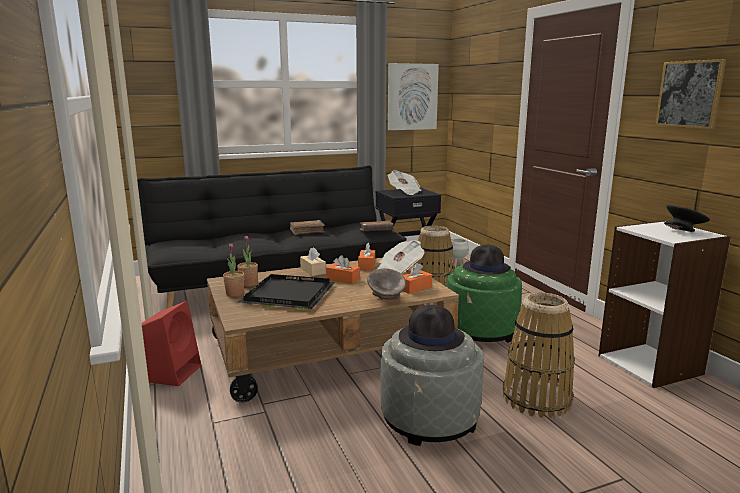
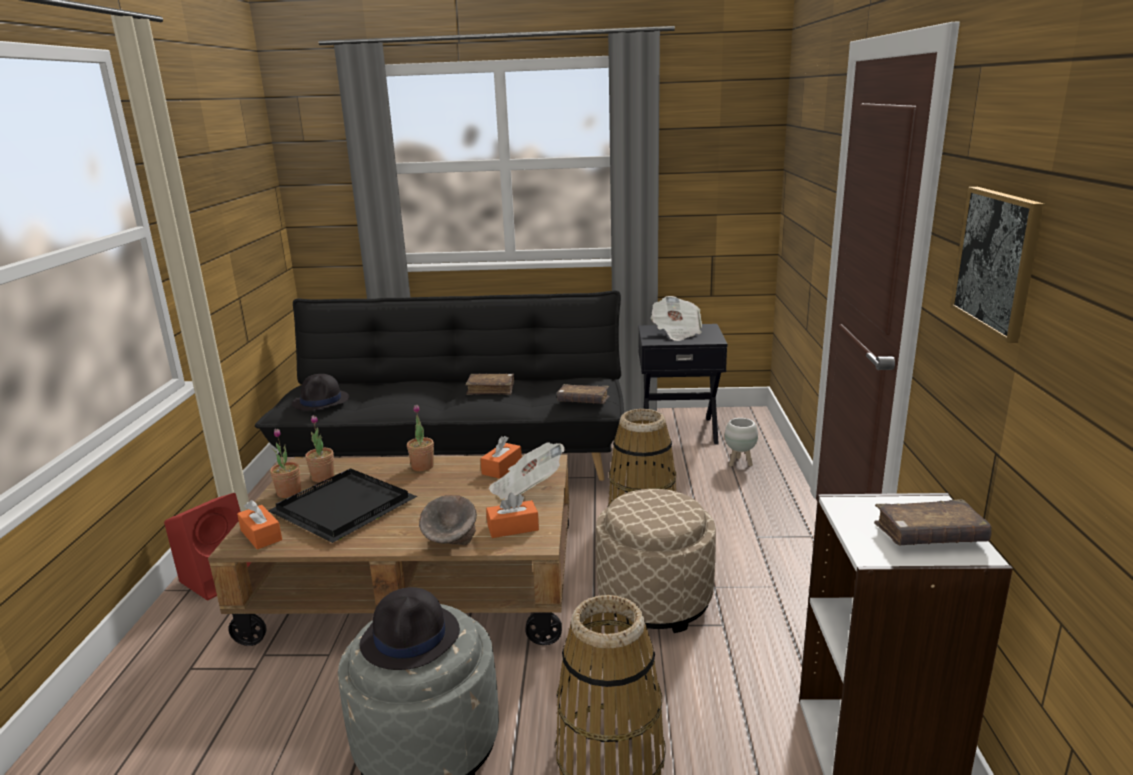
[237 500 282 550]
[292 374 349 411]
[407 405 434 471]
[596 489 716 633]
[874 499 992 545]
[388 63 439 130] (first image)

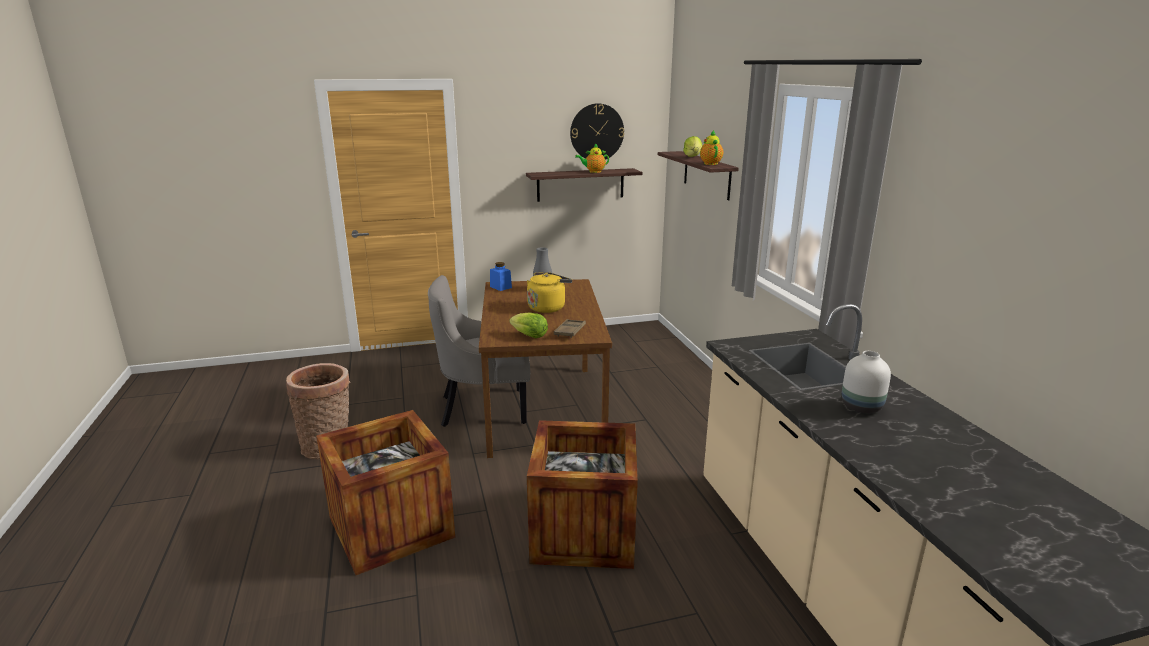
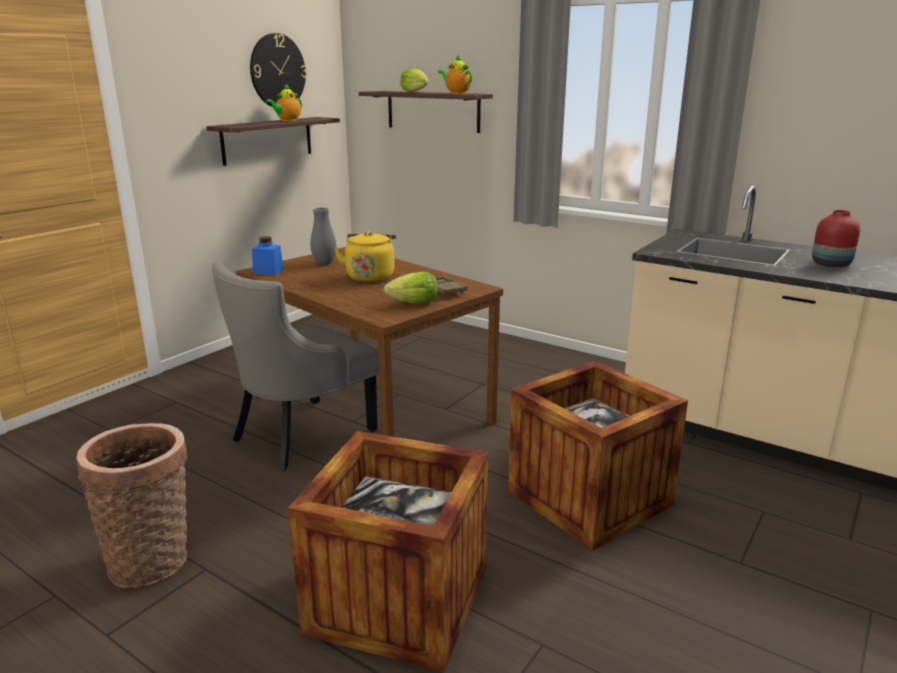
[812 210 860 267]

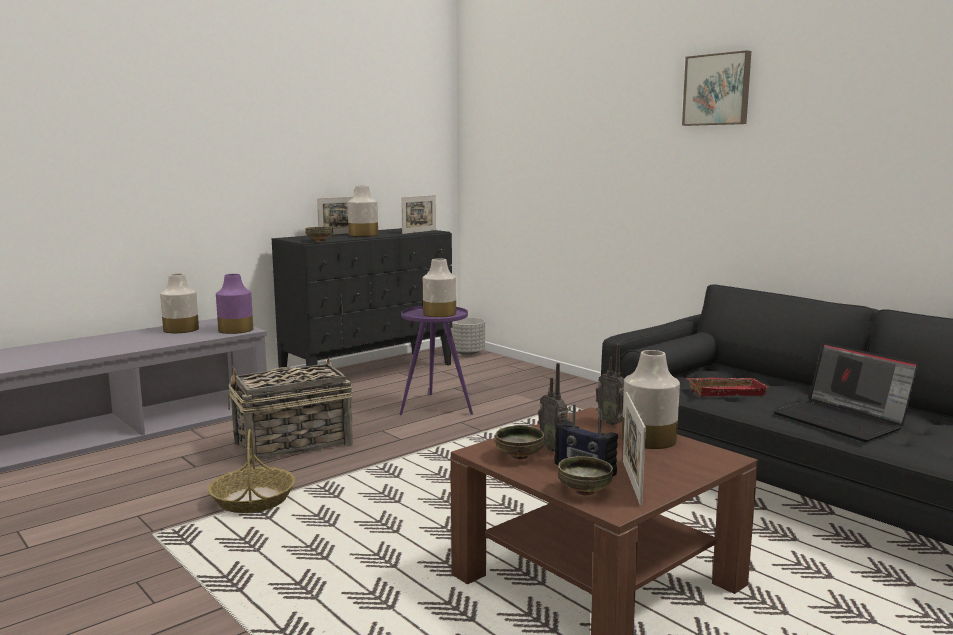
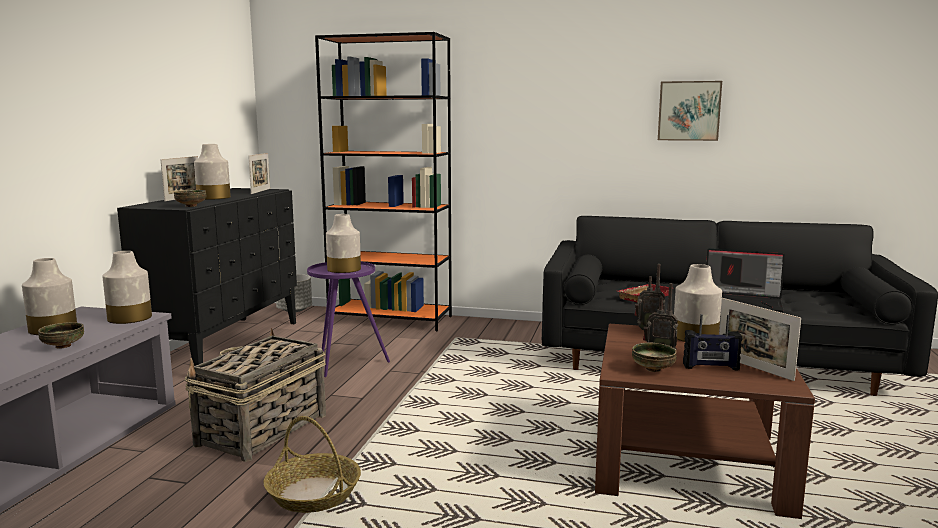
[38 322 84 349]
[102 251 152 324]
[315 32 452 331]
[658 81 722 141]

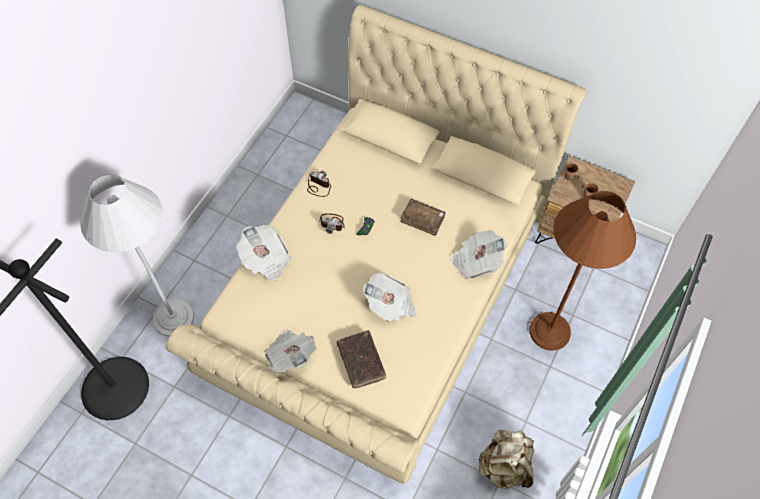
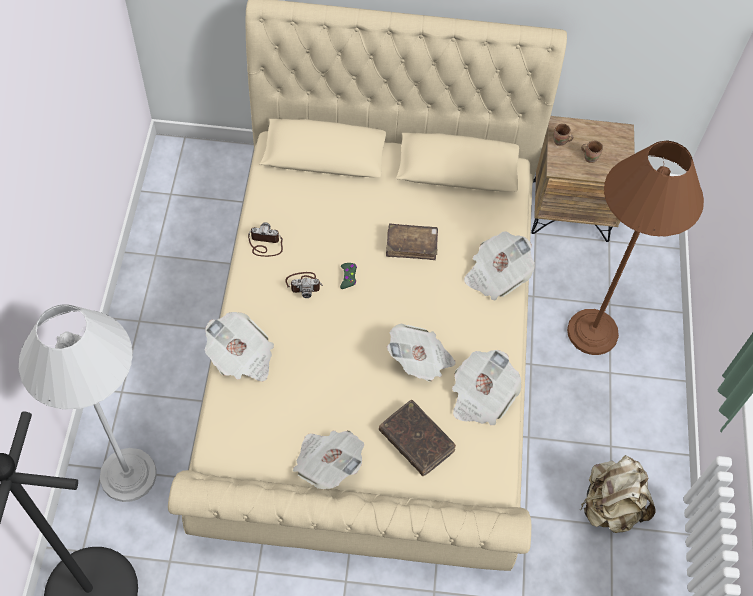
[452 350 522 425]

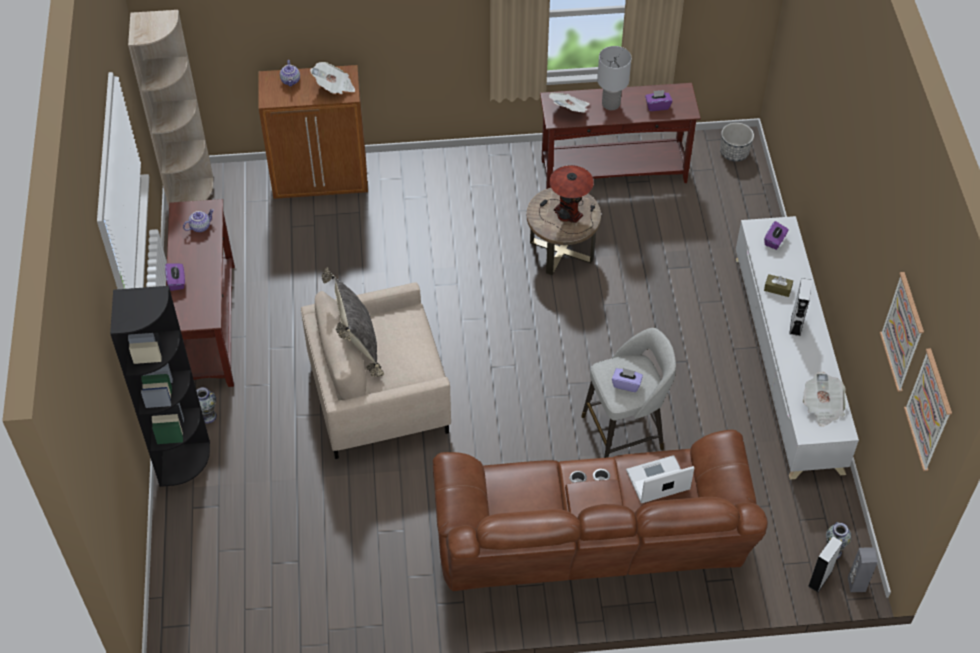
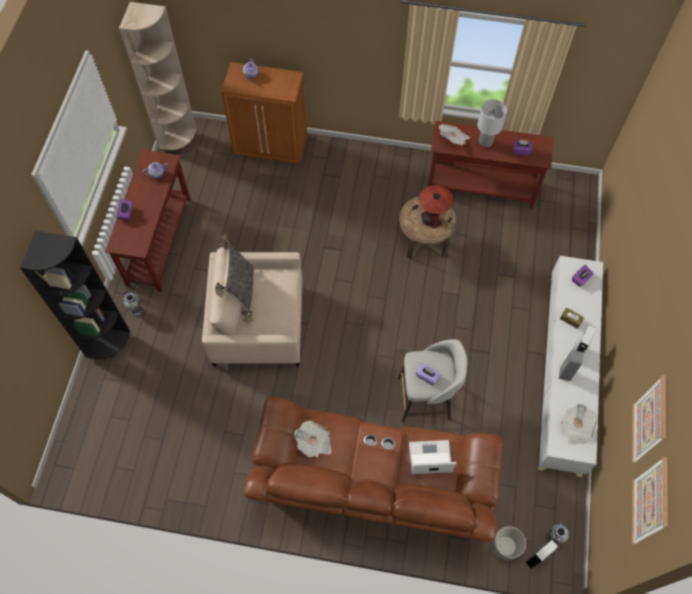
[294 421 331 457]
[493 526 526 560]
[559 350 584 381]

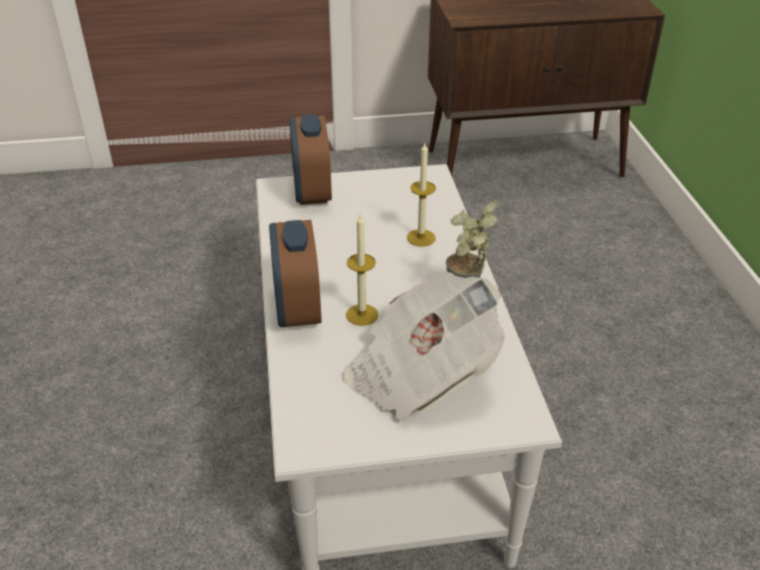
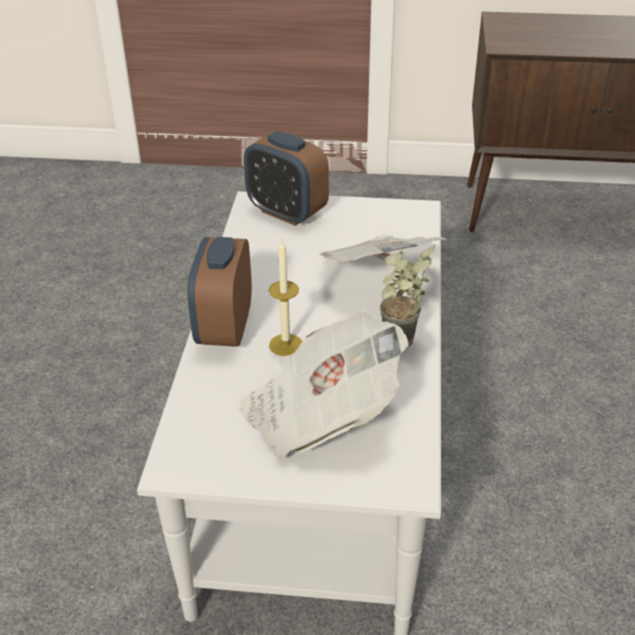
[244 131 329 226]
[320 235 446 261]

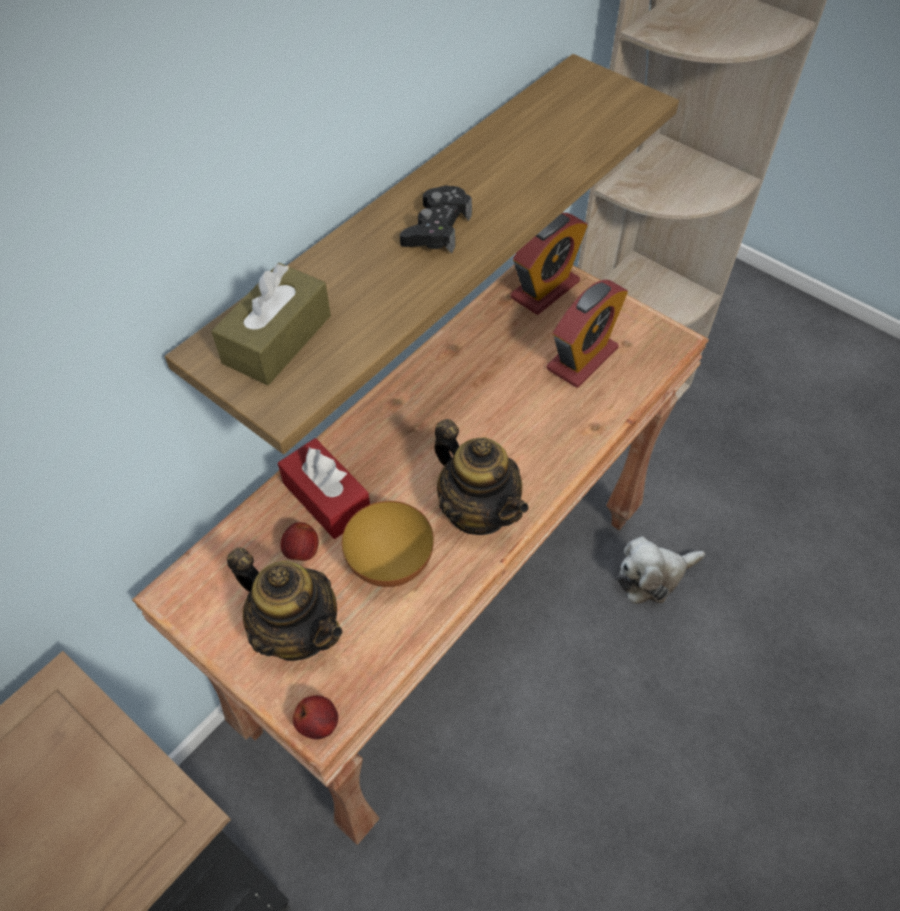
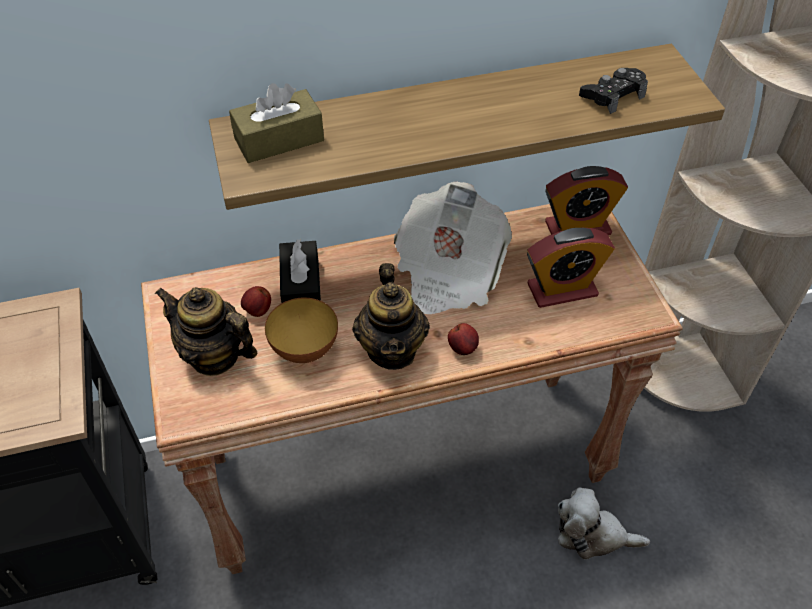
[155 287 258 376]
[279 239 321 303]
[394 182 512 314]
[448 323 479 355]
[579 68 648 114]

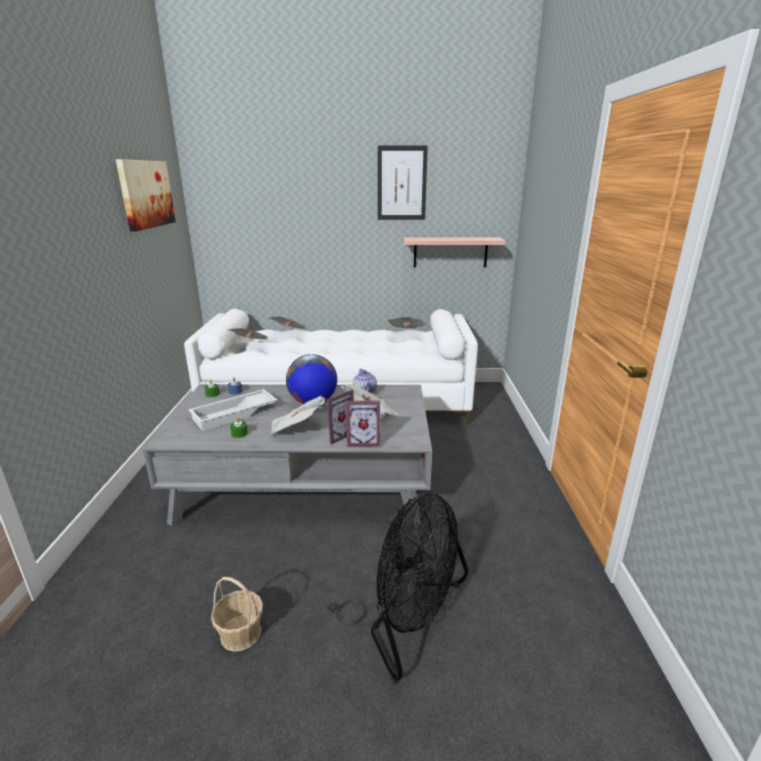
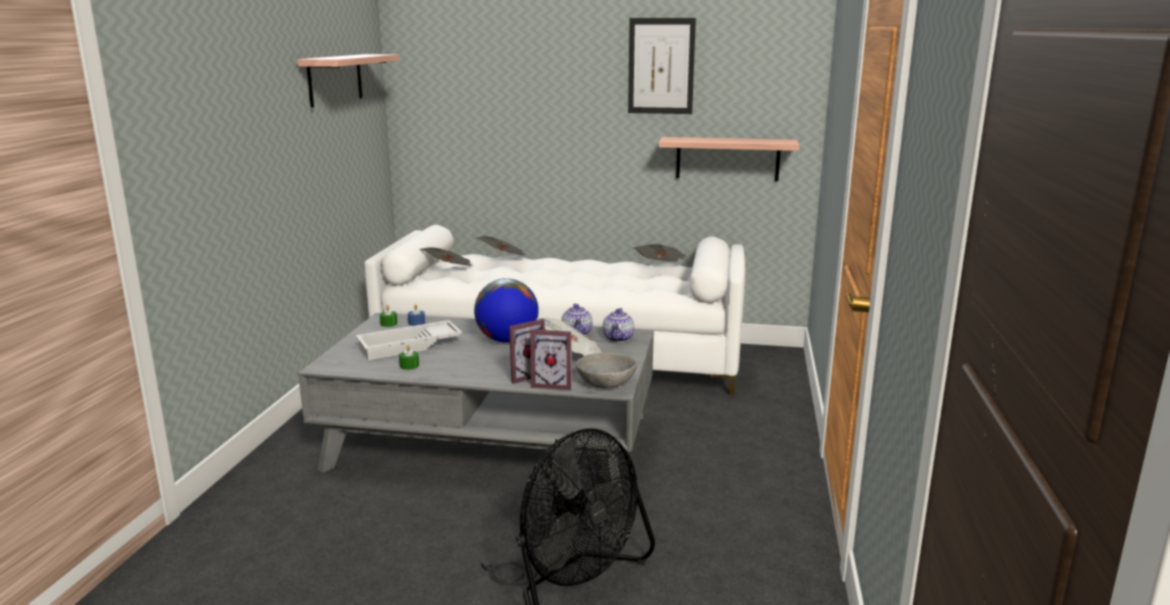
[297 54 399 108]
[576 353 638 389]
[602 308 634 342]
[211 577 263 652] (first image)
[270 396 325 434] (first image)

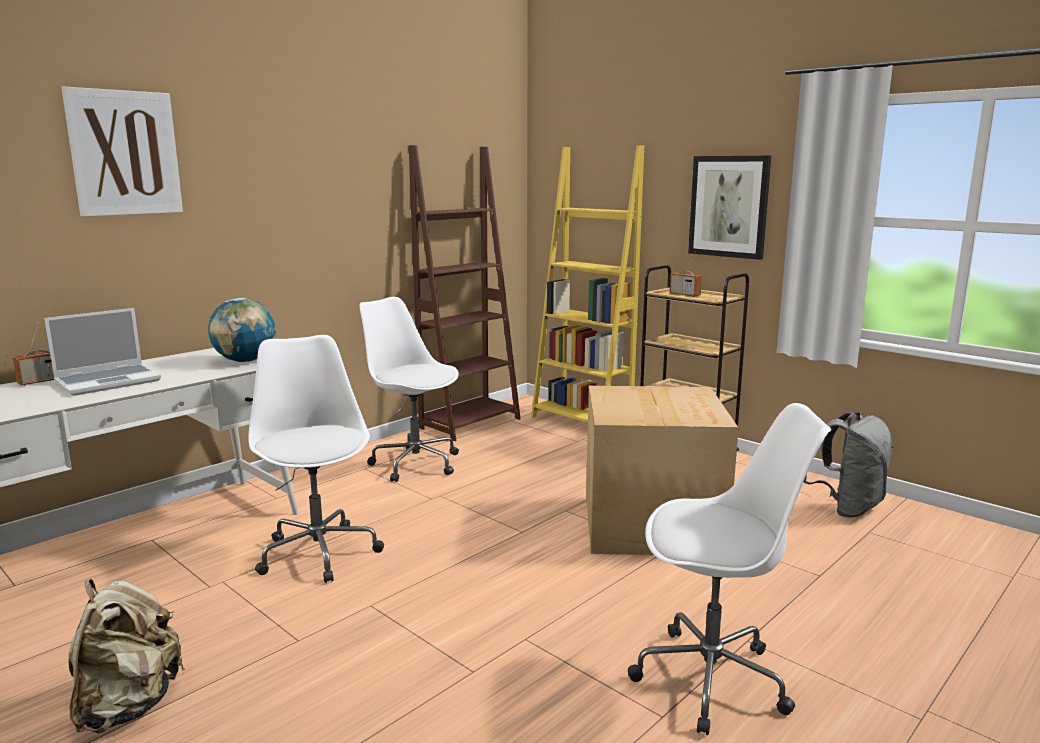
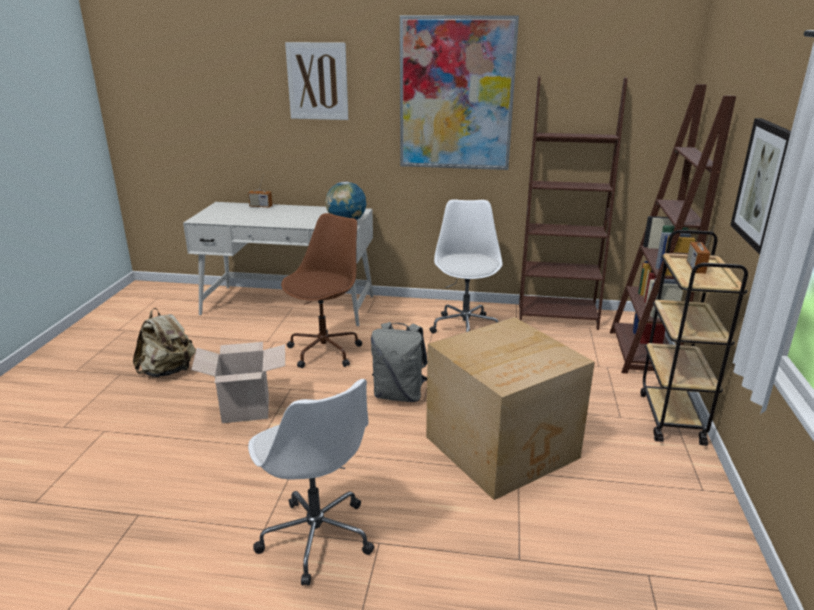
[191 342 285 423]
[281 213 362 368]
[371 322 427 402]
[400 15 519 170]
[610 84 736 374]
[44 308 161 396] (first image)

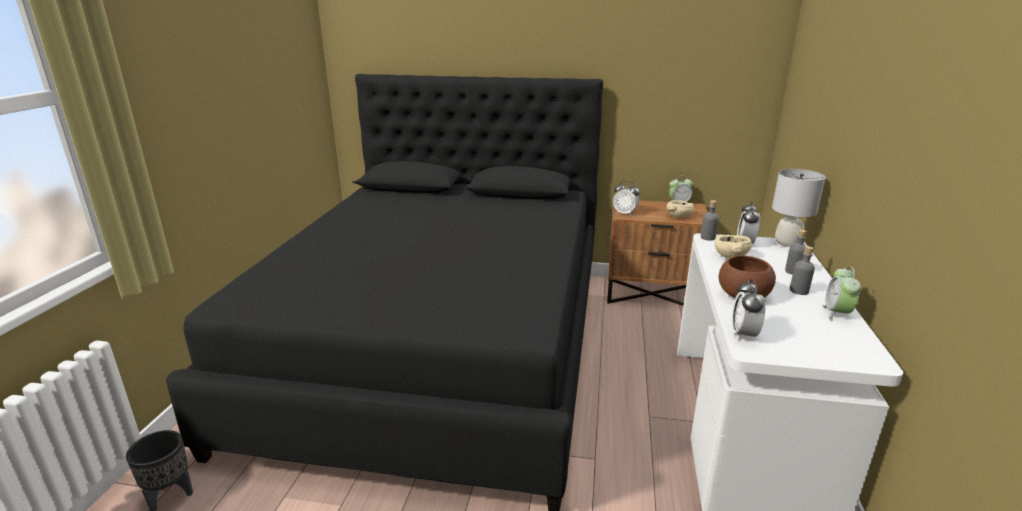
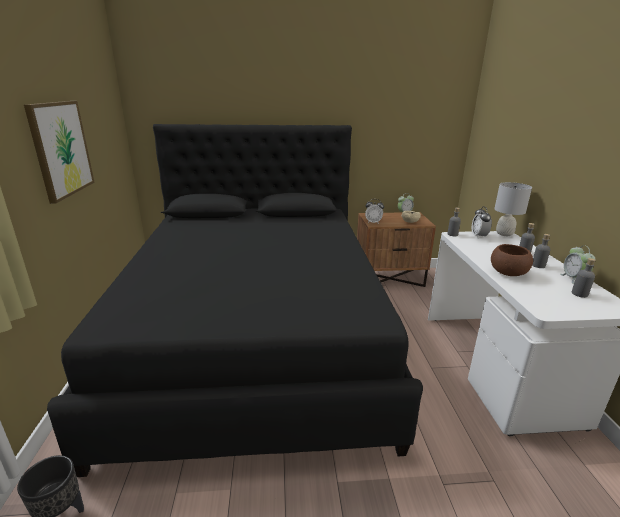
[24 101 95 204]
[572 258 595 298]
[715 235 752 258] (first image)
[731 279 765 341] (first image)

